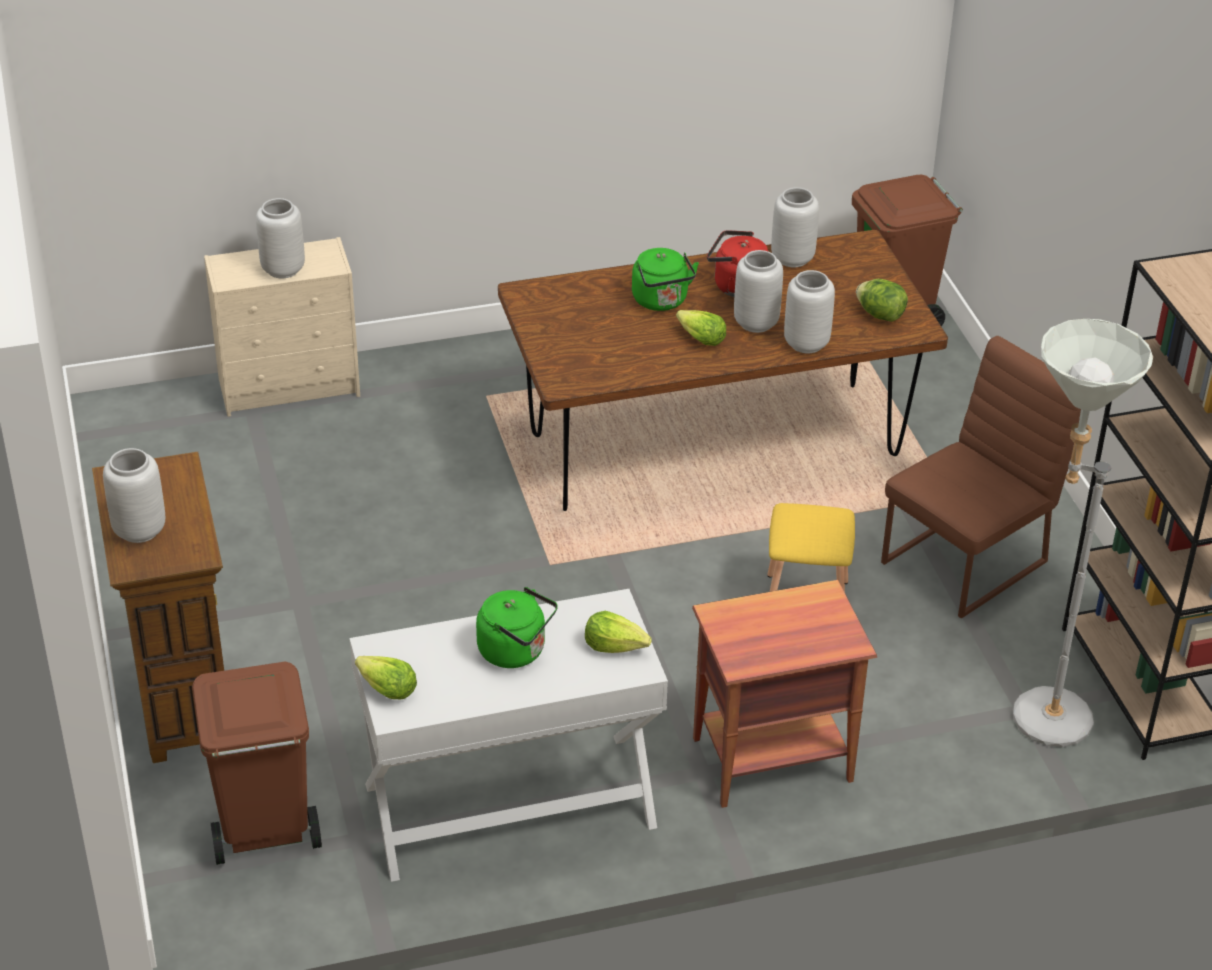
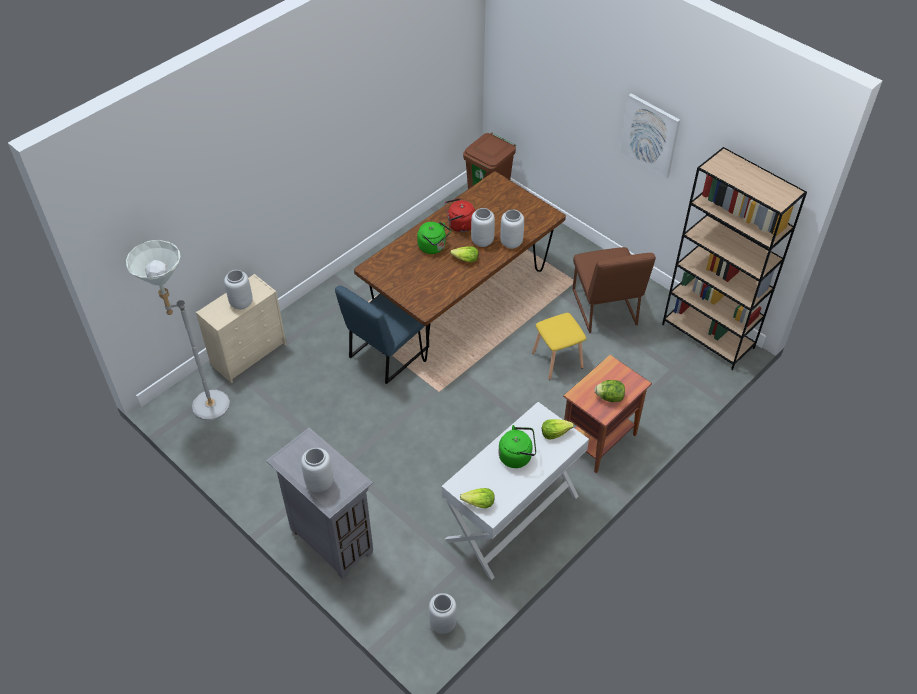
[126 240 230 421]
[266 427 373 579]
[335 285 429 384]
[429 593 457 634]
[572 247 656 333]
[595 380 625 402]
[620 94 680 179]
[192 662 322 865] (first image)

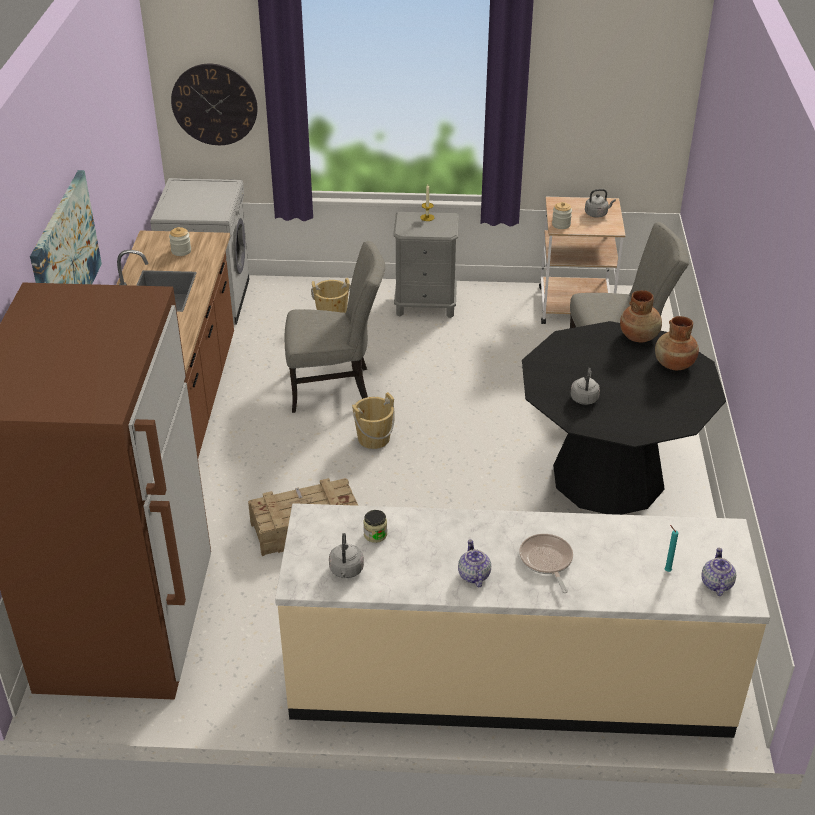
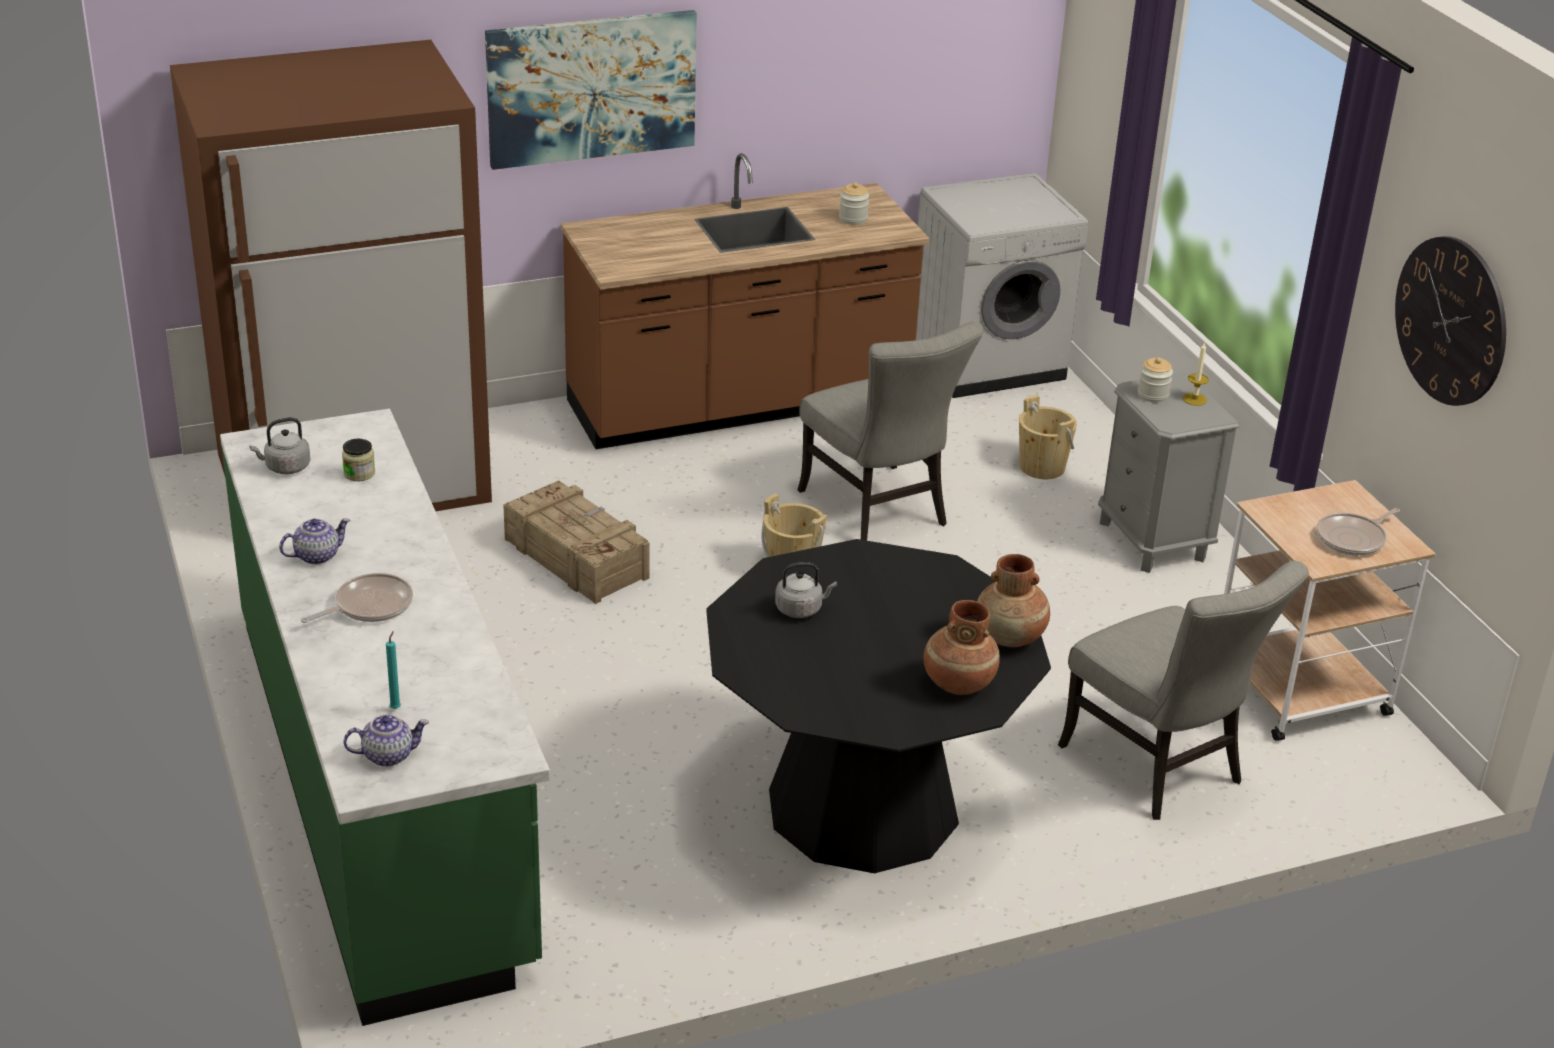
[220 409 550 1026]
[1138 357 1173 403]
[1316 508 1400 555]
[1395 236 1506 406]

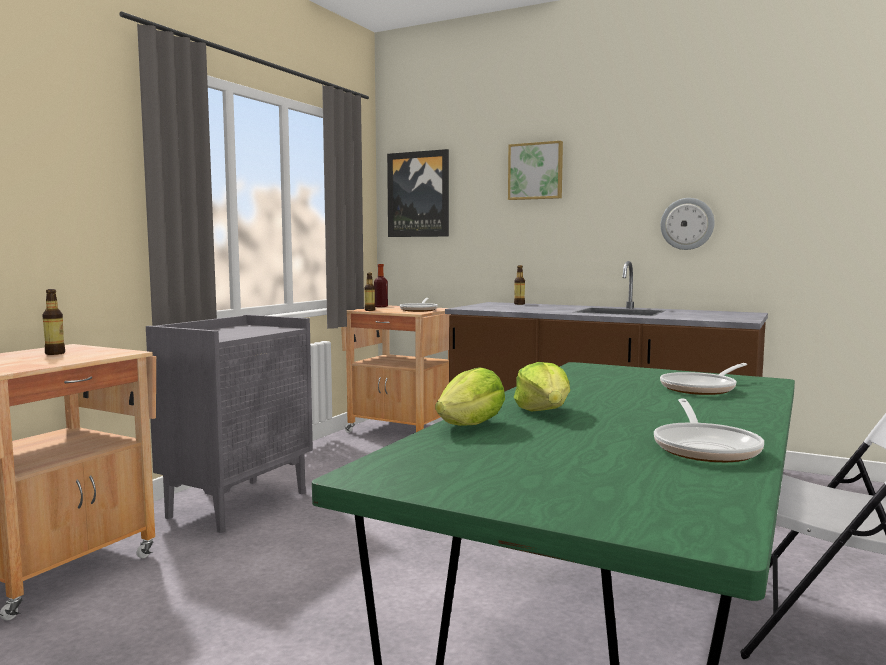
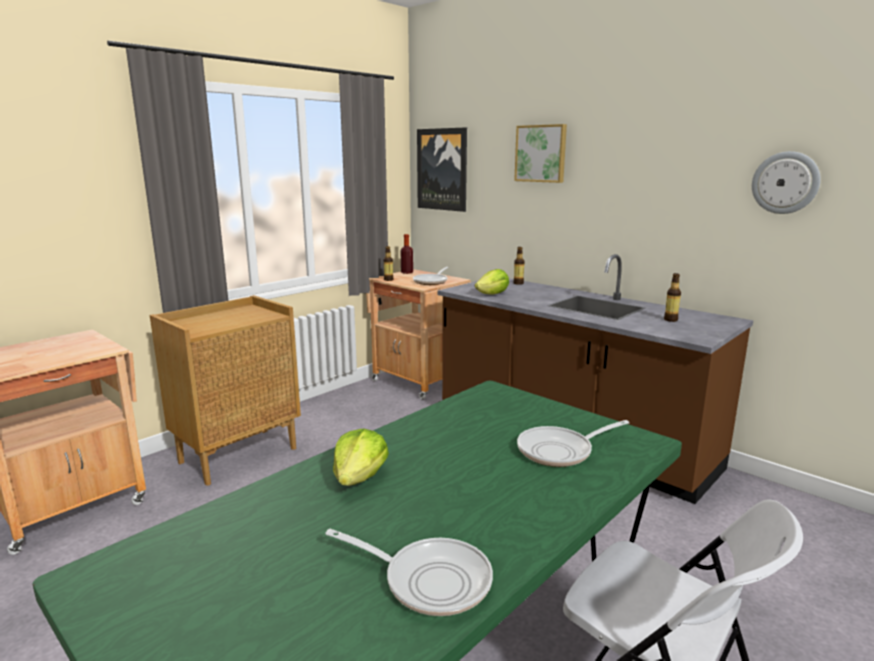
[150 295 301 486]
[325 529 493 616]
[475 269 509 294]
[664 273 681 322]
[752 151 821 214]

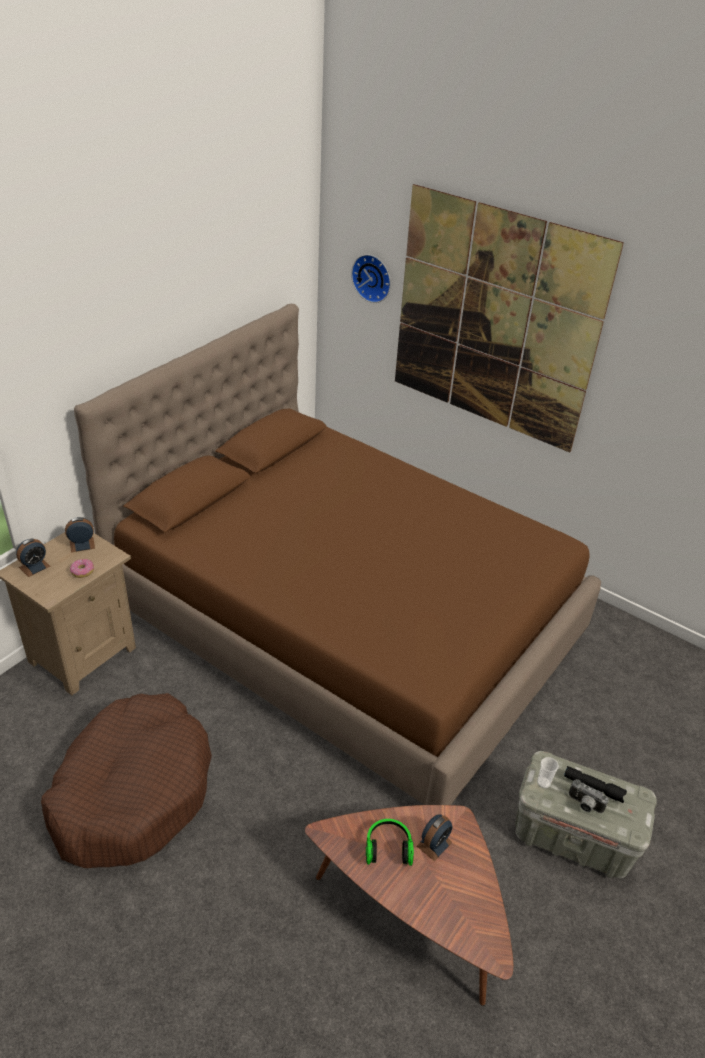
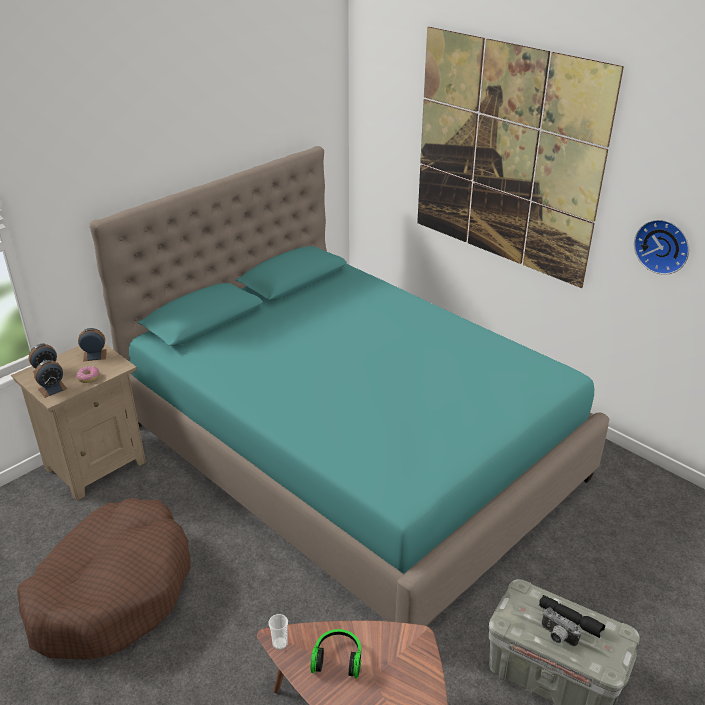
[34 360 67 398]
[90 146 609 626]
[268 614 288 650]
[634 219 689 275]

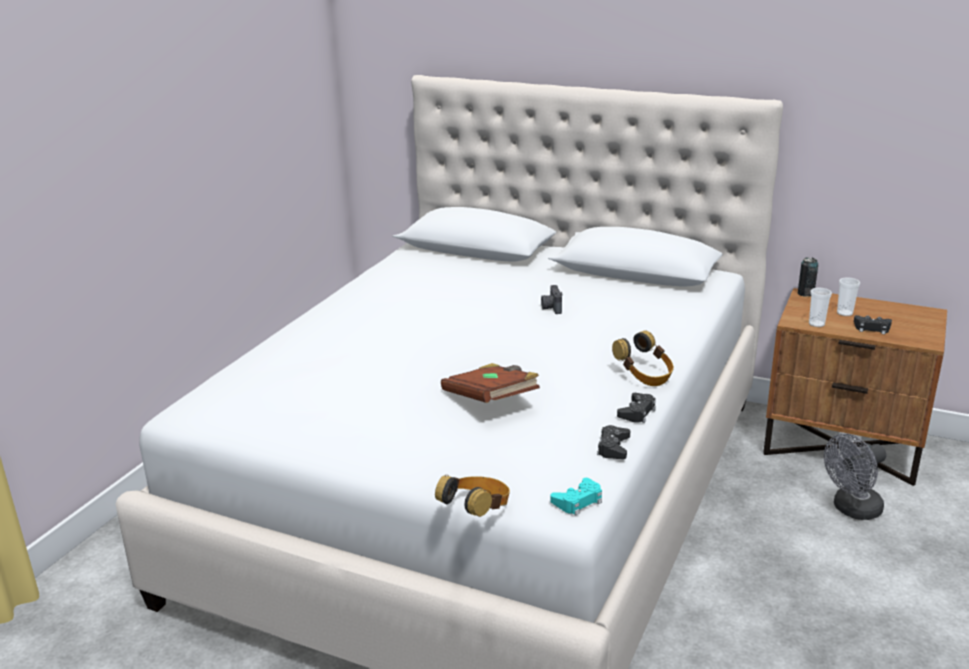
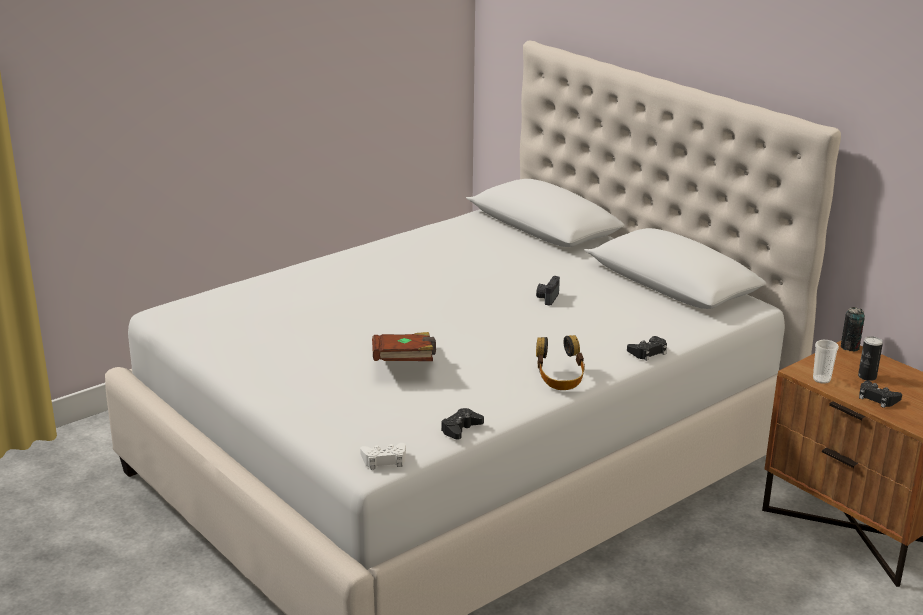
[360 443 406 470]
[627 336 667 361]
[858 336 883 381]
[435 475 510 517] (first image)
[824 433 886 520] (first image)

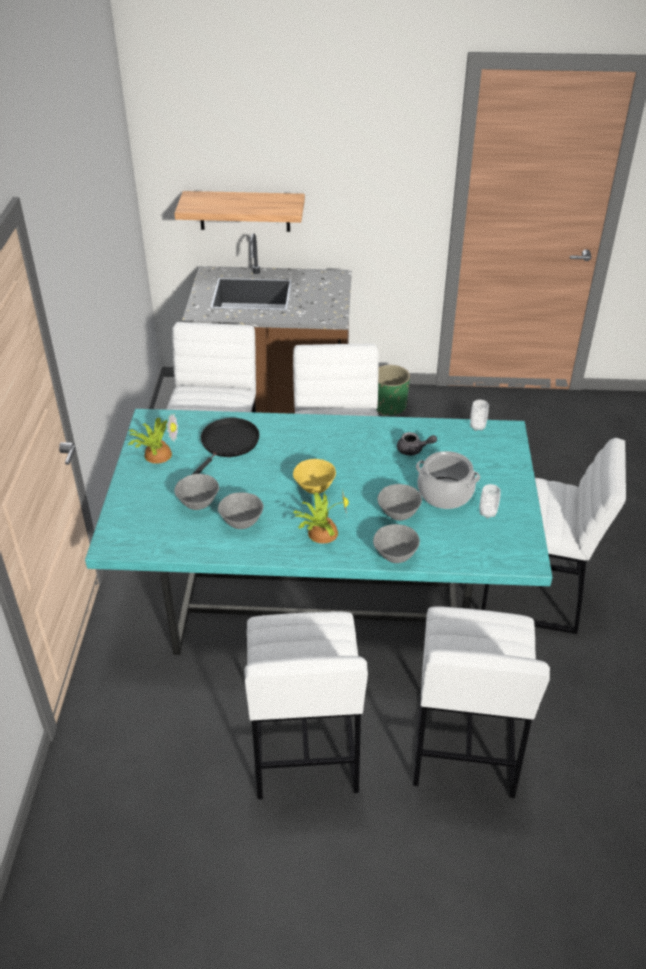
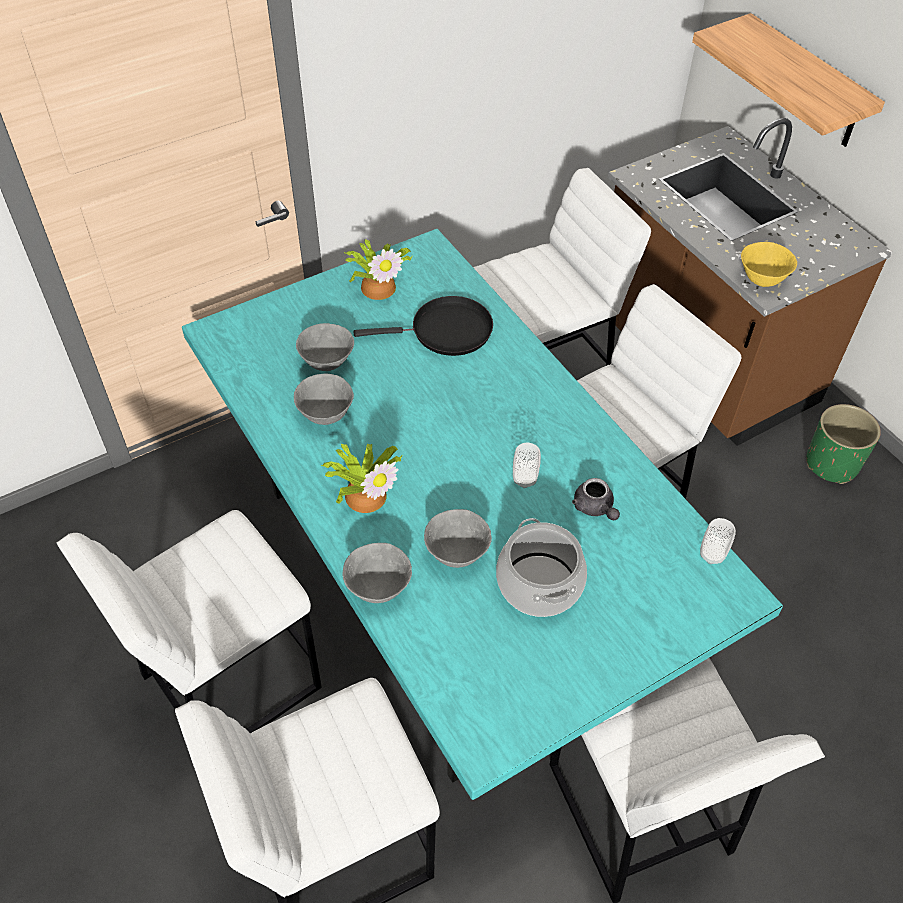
[513 443 541 488]
[741 242 797 287]

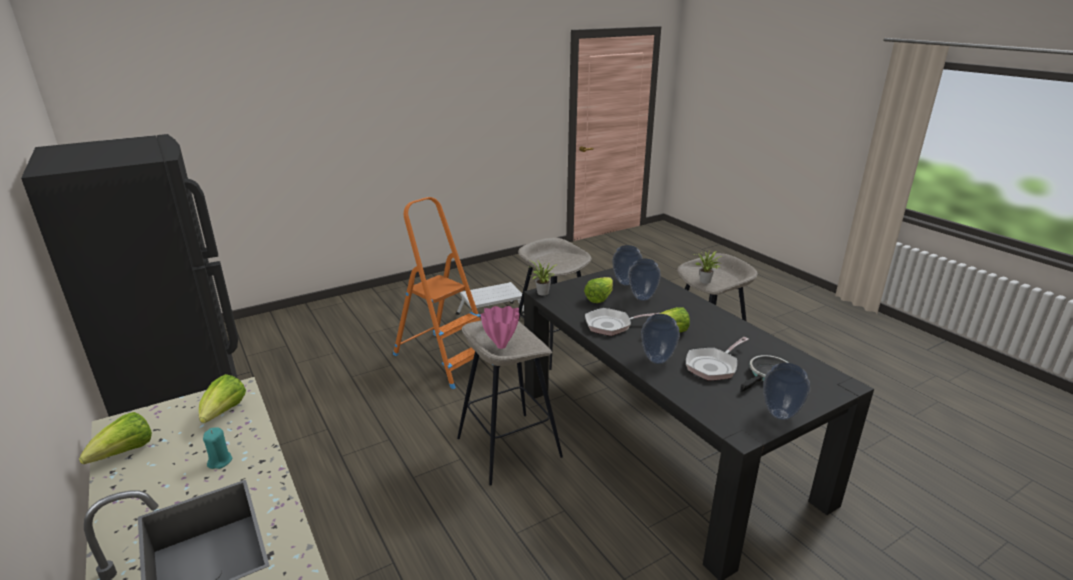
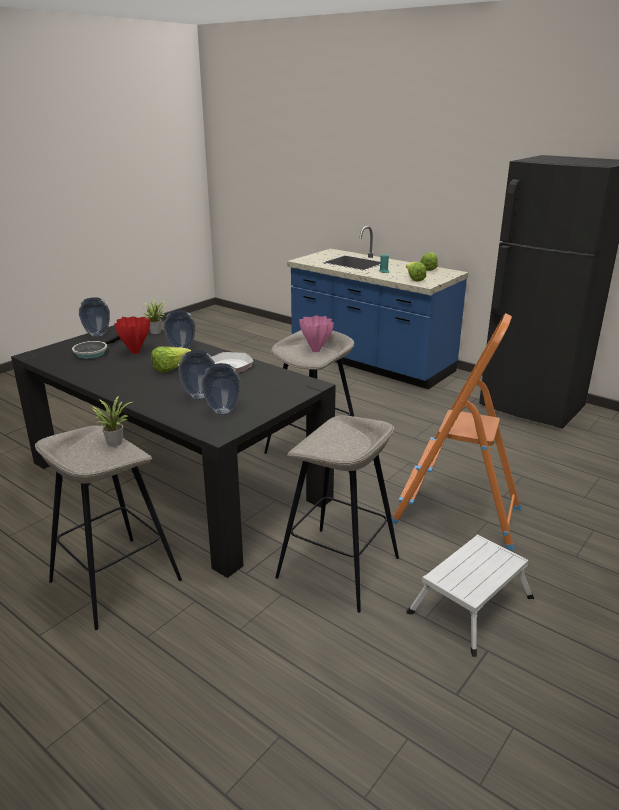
[114 316 150 354]
[139 300 167 334]
[584 277 613 303] (first image)

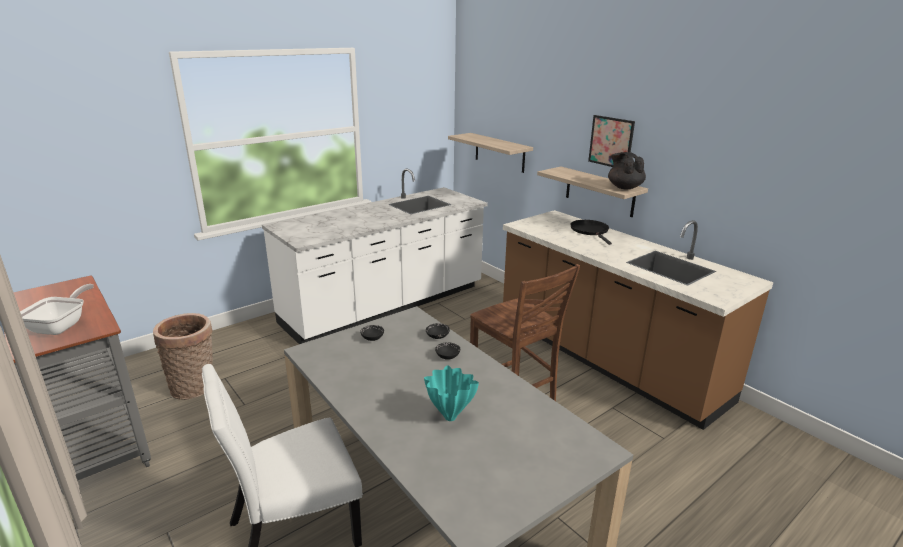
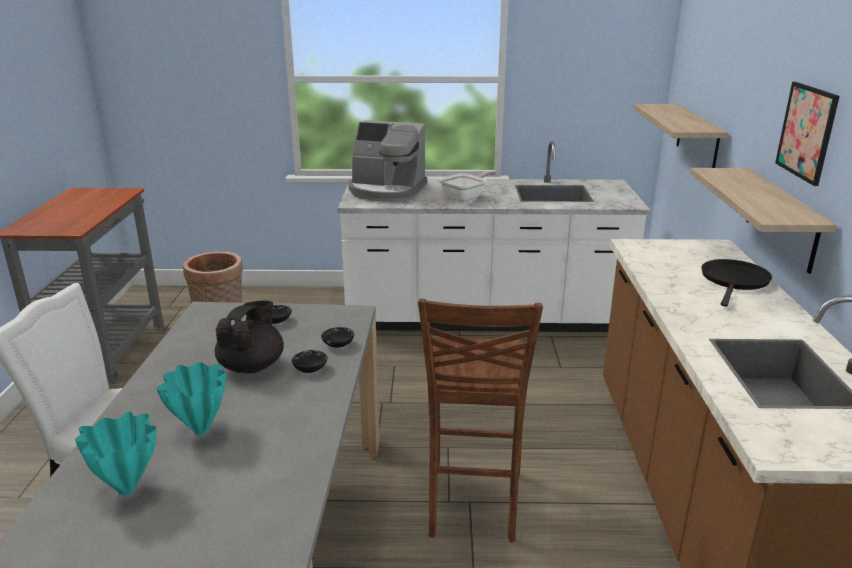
[75 412 156 495]
[215 301 284 374]
[348 120 427 202]
[439 171 496 202]

